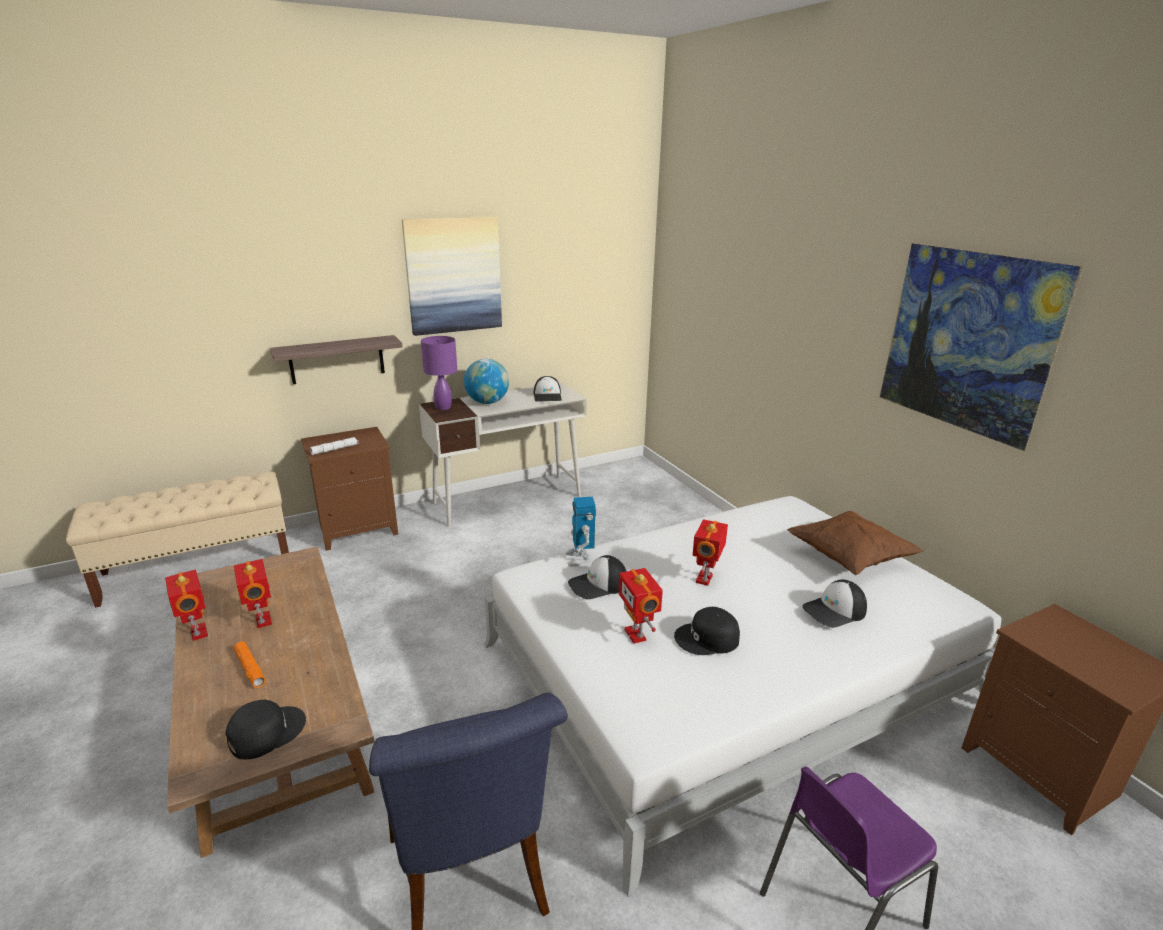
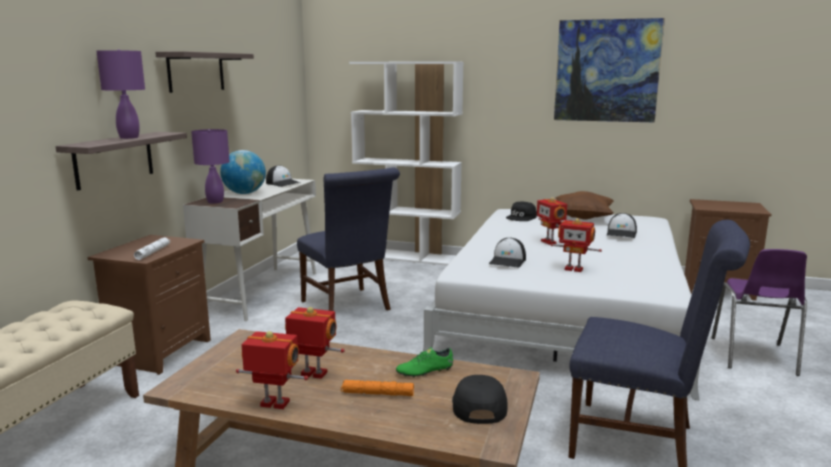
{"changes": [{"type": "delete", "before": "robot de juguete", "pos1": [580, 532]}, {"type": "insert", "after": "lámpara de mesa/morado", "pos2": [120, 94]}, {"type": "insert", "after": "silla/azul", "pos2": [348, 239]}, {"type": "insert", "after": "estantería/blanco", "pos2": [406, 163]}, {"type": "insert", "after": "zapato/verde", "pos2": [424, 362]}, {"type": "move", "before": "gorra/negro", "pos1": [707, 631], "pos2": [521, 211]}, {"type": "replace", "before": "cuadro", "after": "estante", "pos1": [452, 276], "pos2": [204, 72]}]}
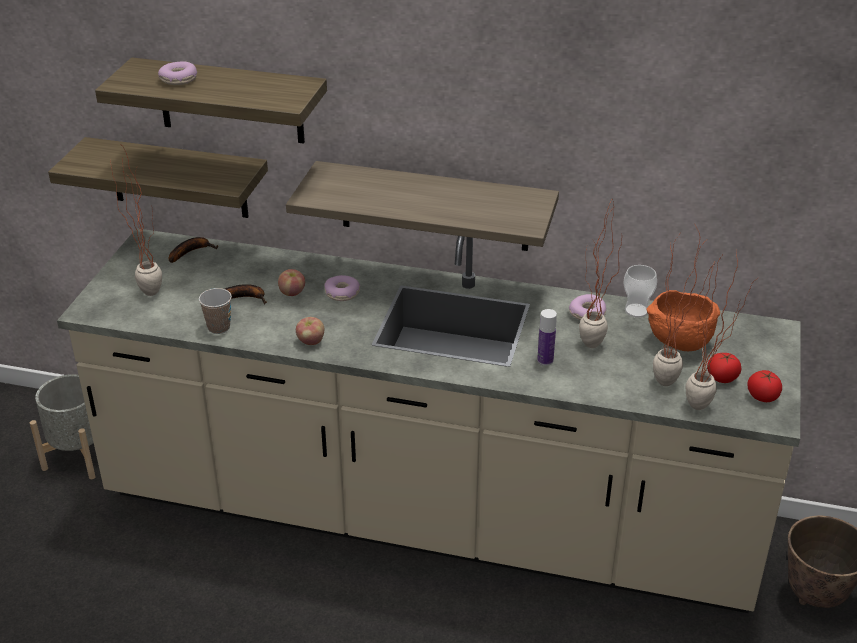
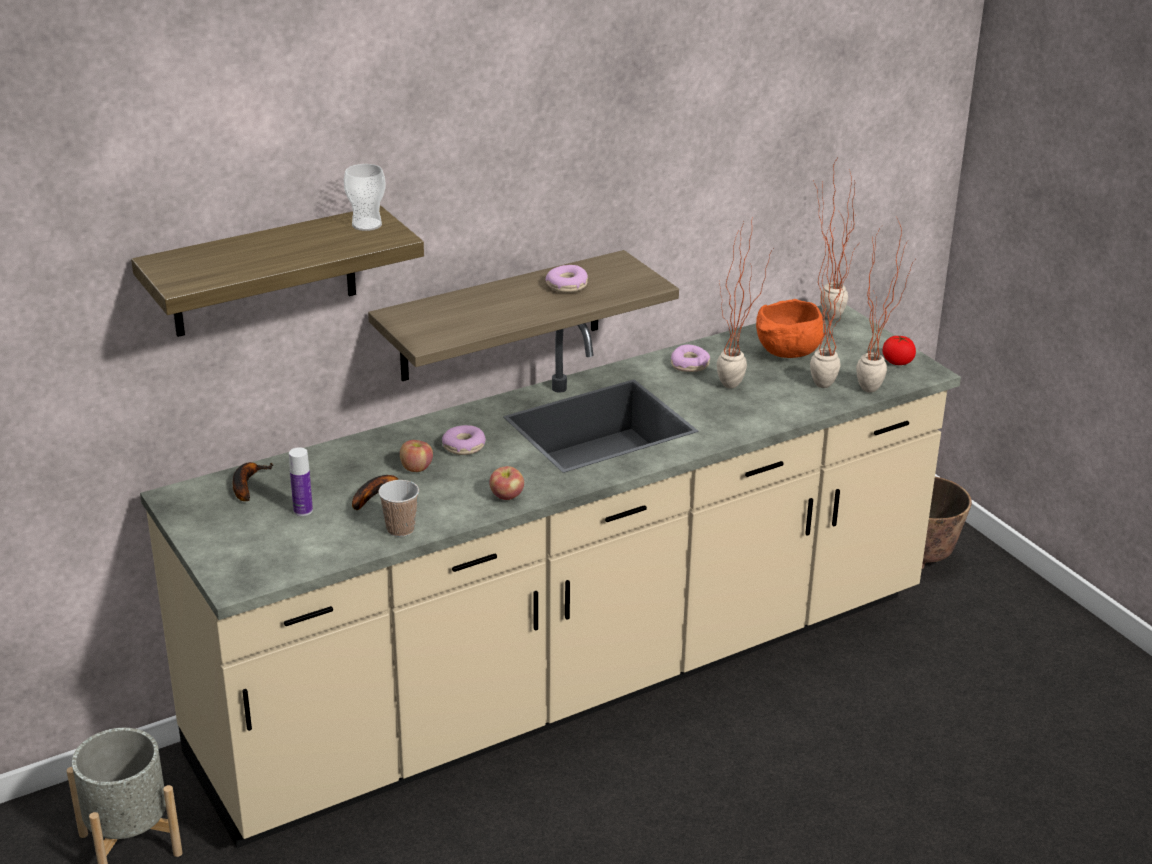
{"changes": [{"type": "delete", "before": "estante", "pos1": [158, 177]}, {"type": "delete", "before": "tomate", "pos1": [724, 368]}, {"type": "move", "before": "planta en maceta", "pos1": [136, 221], "pos2": [834, 238]}, {"type": "move", "before": "rosquilla", "pos1": [177, 73], "pos2": [567, 279]}, {"type": "move", "before": "botella", "pos1": [547, 337], "pos2": [301, 481]}, {"type": "move", "before": "taza", "pos1": [640, 291], "pos2": [365, 197]}]}
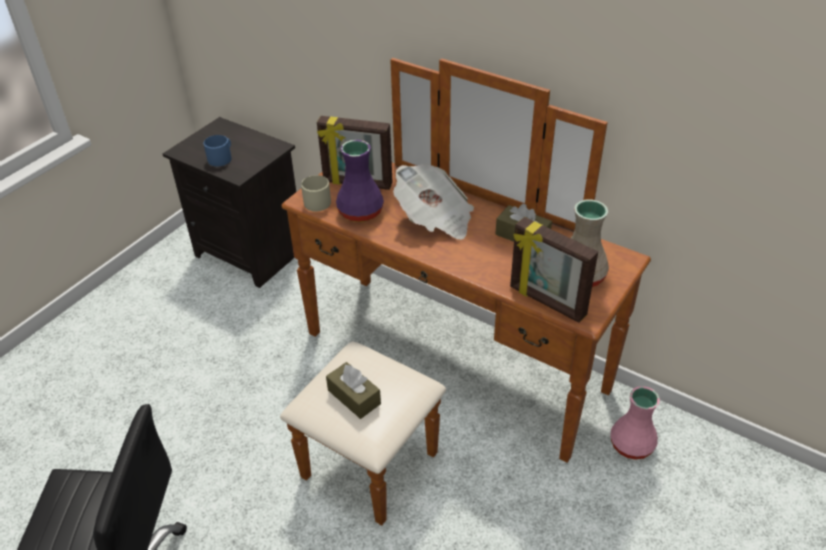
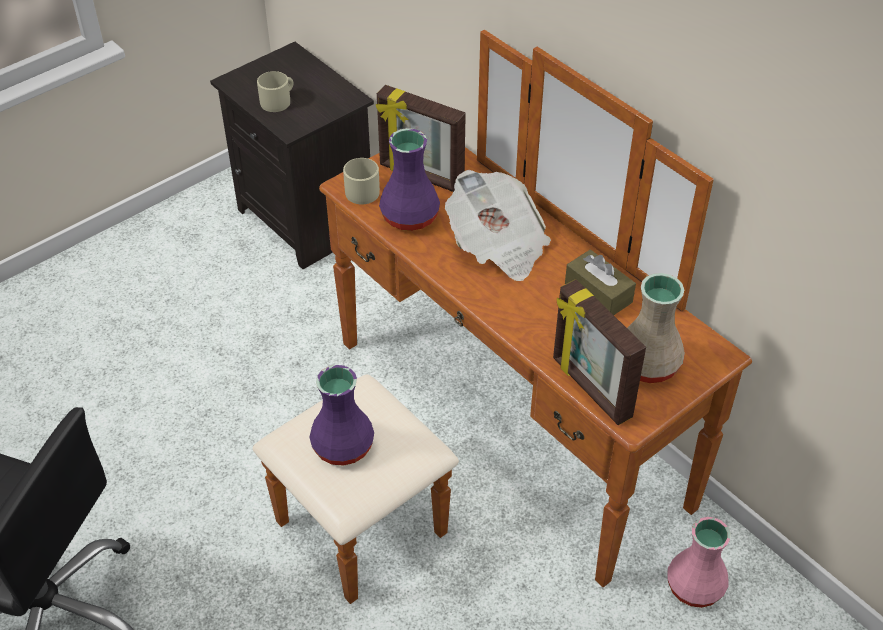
{"changes": [{"type": "replace", "before": "caja de pañuelos/marrón", "after": "florero/morado", "pos1": [353, 390], "pos2": [341, 415]}, {"type": "recolor", "before": "taza grande/azul", "after": "taza grande/beis", "pos1": [218, 150], "pos2": [275, 91]}]}
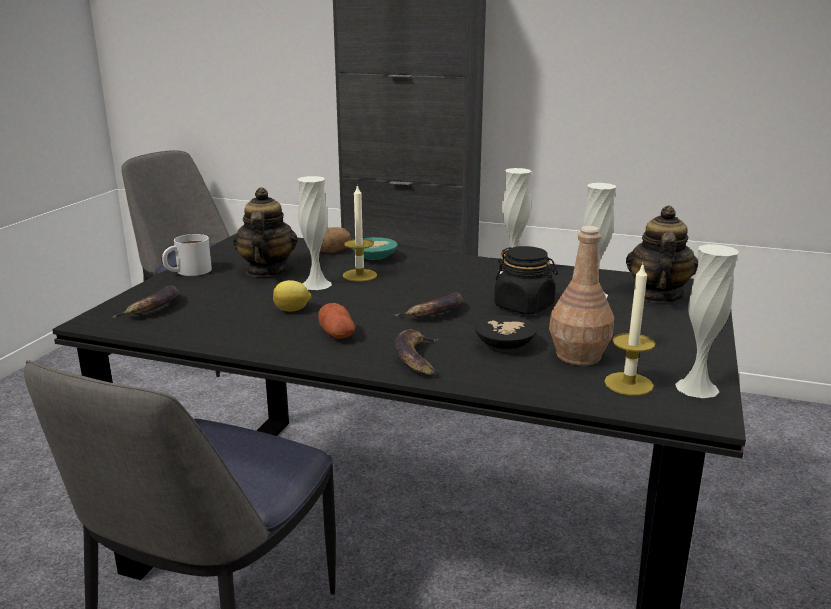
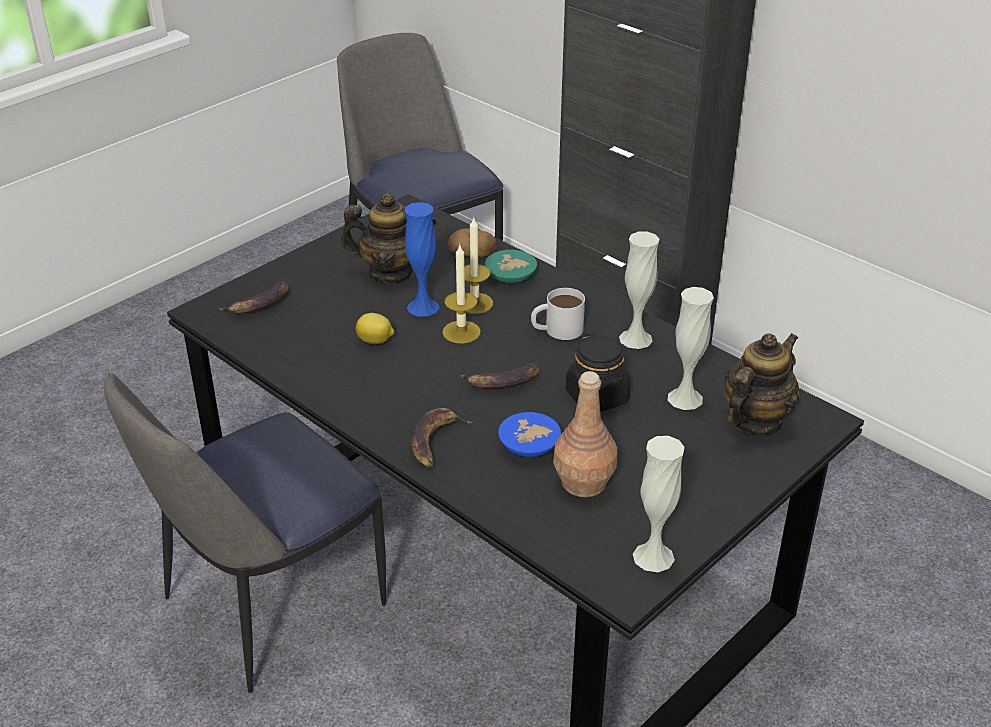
{"changes": [{"type": "delete", "before": "patata", "pos1": [336, 321]}, {"type": "move", "before": "taza grande/blanco", "pos1": [187, 255], "pos2": [558, 314]}, {"type": "move", "before": "vela", "pos1": [629, 330], "pos2": [461, 293]}, {"type": "recolor", "before": "florero/blanco", "after": "florero/azul", "pos1": [314, 233], "pos2": [422, 259]}, {"type": "recolor", "before": "cuenco/negro", "after": "cuenco/azul", "pos1": [505, 332], "pos2": [529, 434]}, {"type": "rotate", "before": "tetera", "pos1": [265, 232], "pos2": [388, 238], "turn": 75}]}
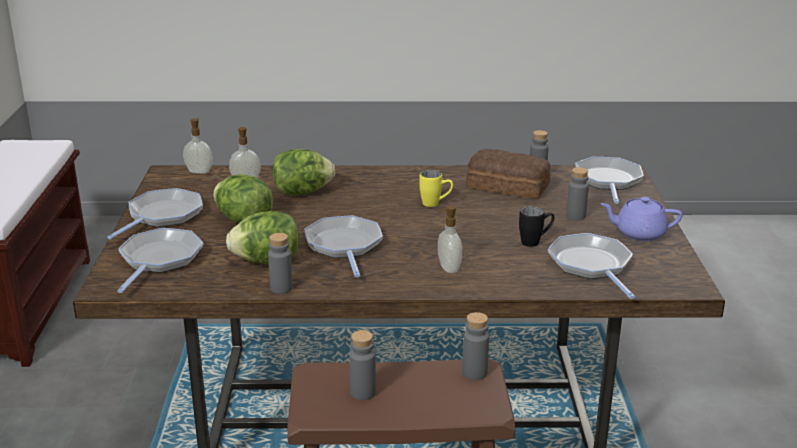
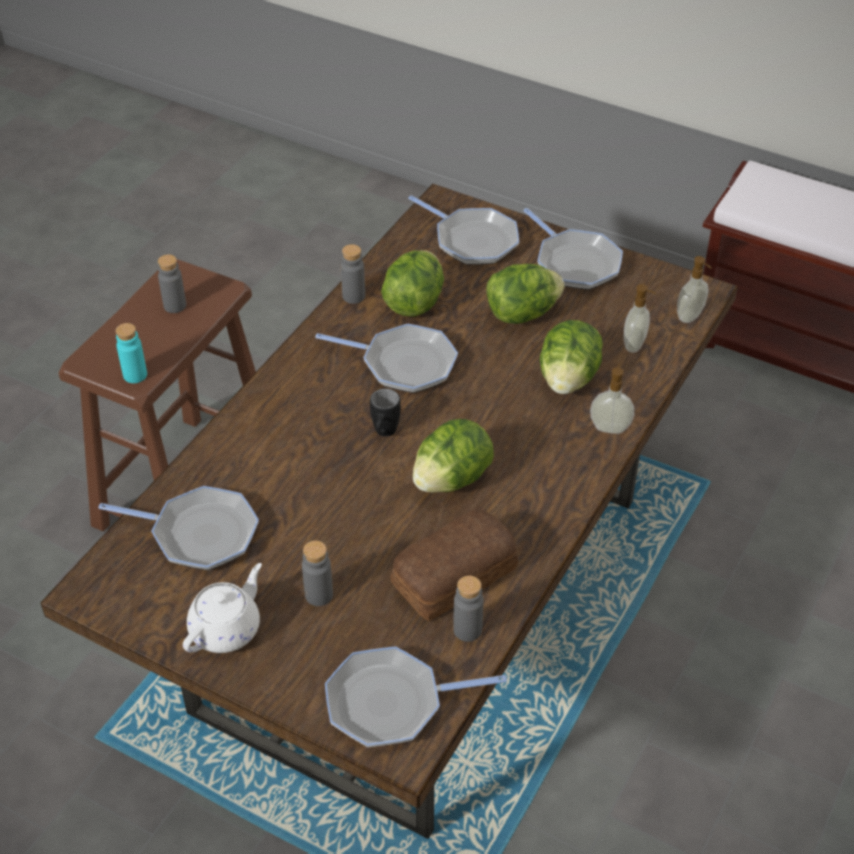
{"changes": [{"type": "move", "before": "dispensador de jabón", "pos1": [450, 239], "pos2": [612, 398]}, {"type": "move", "before": "taza grande/negro", "pos1": [536, 226], "pos2": [385, 412]}, {"type": "replace", "before": "taza grande/amarillo", "after": "lechuga", "pos1": [436, 188], "pos2": [453, 456]}, {"type": "recolor", "before": "botella/gris", "after": "botella/turquesa", "pos1": [475, 346], "pos2": [131, 353]}, {"type": "recolor", "before": "tetera/morado", "after": "tetera/blanco", "pos1": [641, 219], "pos2": [222, 608]}, {"type": "rotate", "before": "sartén", "pos1": [609, 180], "pos2": [416, 696], "turn": 135}]}
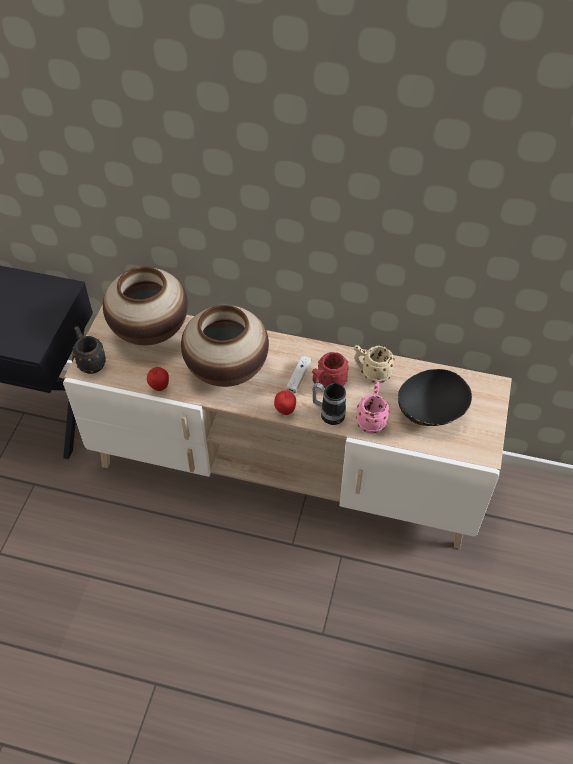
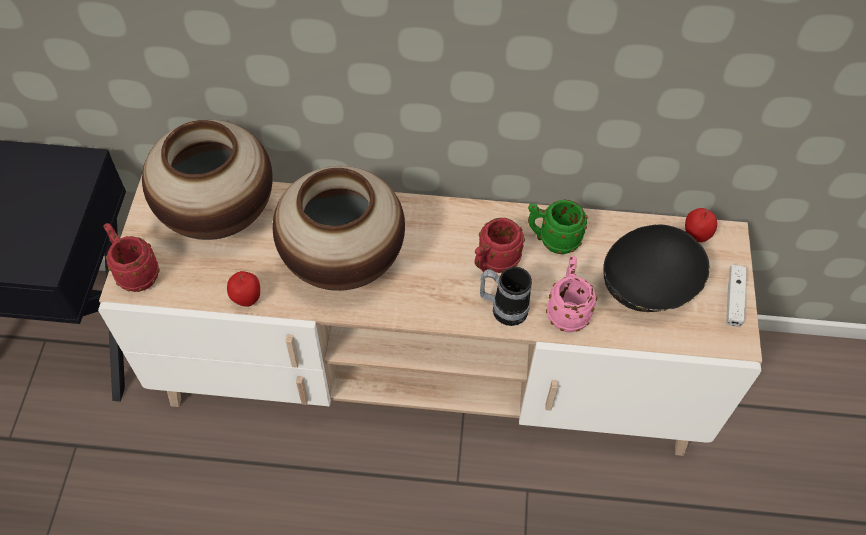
{"changes": [{"type": "move", "before": "manzana", "pos1": [285, 402], "pos2": [701, 225]}, {"type": "move", "before": "mando de consola/blanco", "pos1": [298, 374], "pos2": [736, 296]}, {"type": "recolor", "before": "taza grande/negro", "after": "taza grande/rojo", "pos1": [89, 350], "pos2": [132, 257]}, {"type": "recolor", "before": "taza grande/beis", "after": "taza grande/verde", "pos1": [374, 364], "pos2": [558, 226]}]}
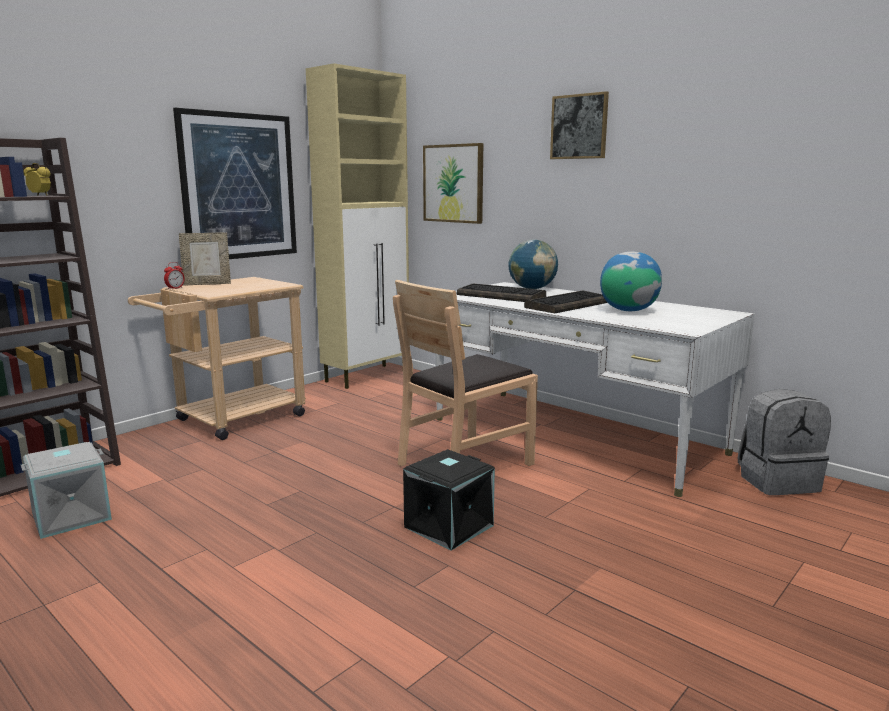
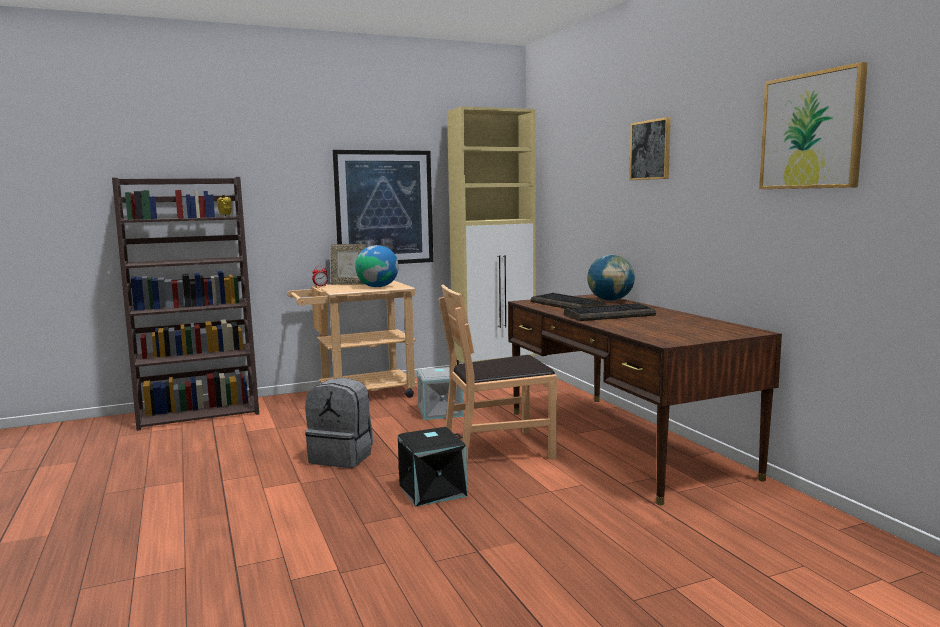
{"changes": [{"type": "move", "before": "caja de almacenaje/gris", "pos1": [66, 490], "pos2": [440, 393]}, {"type": "move", "before": "cuadro", "pos1": [453, 183], "pos2": [813, 125]}, {"type": "move", "before": "globo terráqueo", "pos1": [631, 281], "pos2": [377, 266]}, {"type": "move", "before": "mochila/gris", "pos1": [784, 442], "pos2": [339, 423]}, {"type": "recolor", "before": "escritorio/blanco", "after": "escritorio/marrón", "pos1": [595, 389], "pos2": [645, 399]}]}
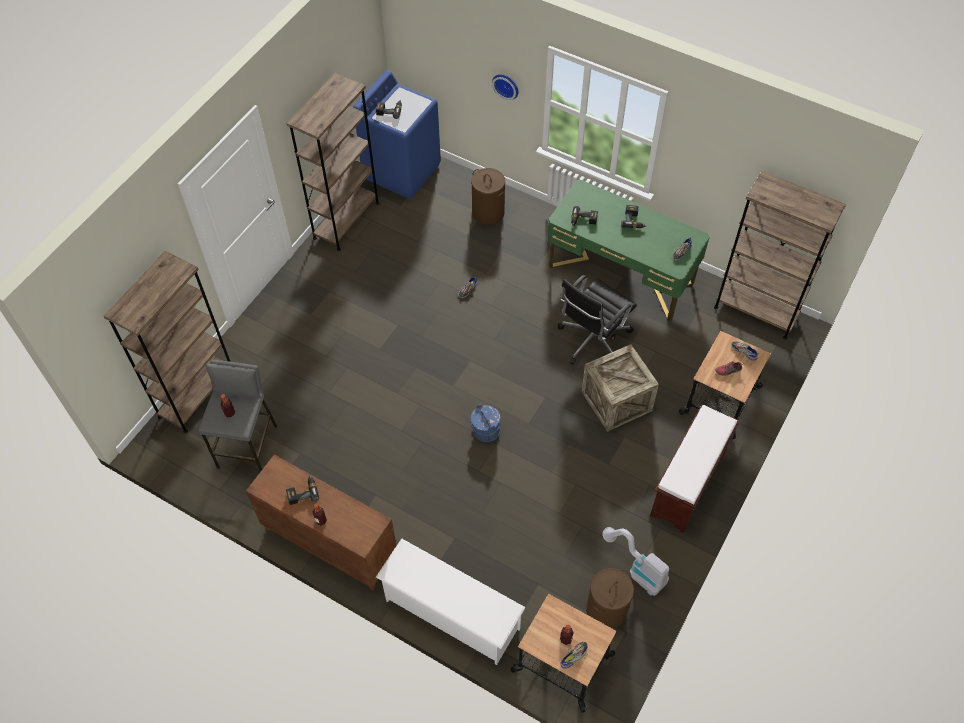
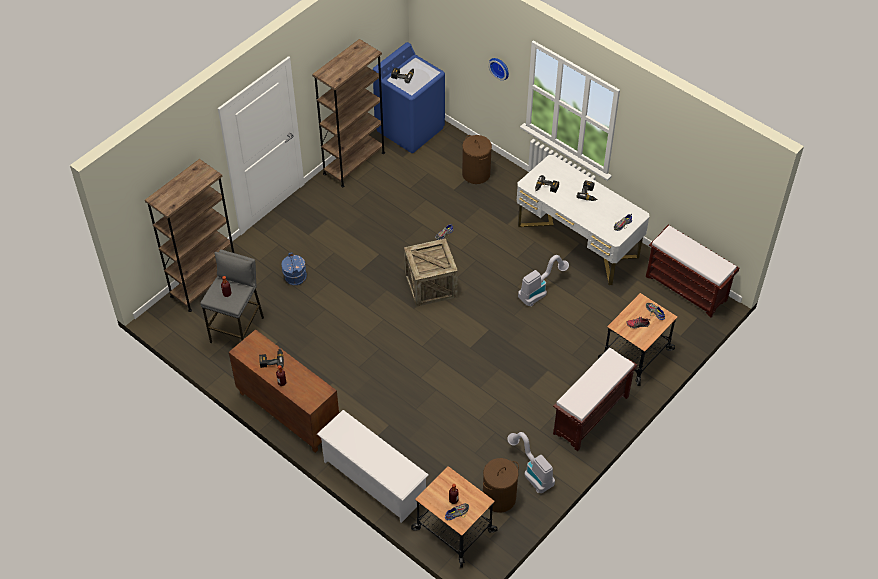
{"changes": [{"type": "move", "before": "cubo/azul", "pos1": [485, 423], "pos2": [294, 268]}, {"type": "move", "before": "caja de embalaje", "pos1": [620, 388], "pos2": [431, 272]}, {"type": "replace", "before": "silla de oficina/negro", "after": "aspiradora", "pos1": [597, 320], "pos2": [543, 280]}, {"type": "replace", "before": "estantería/marrón", "after": "banco/marrón", "pos1": [780, 255], "pos2": [692, 271]}, {"type": "recolor", "before": "escritorio/verde", "after": "escritorio/blanco", "pos1": [629, 251], "pos2": [583, 220]}]}
